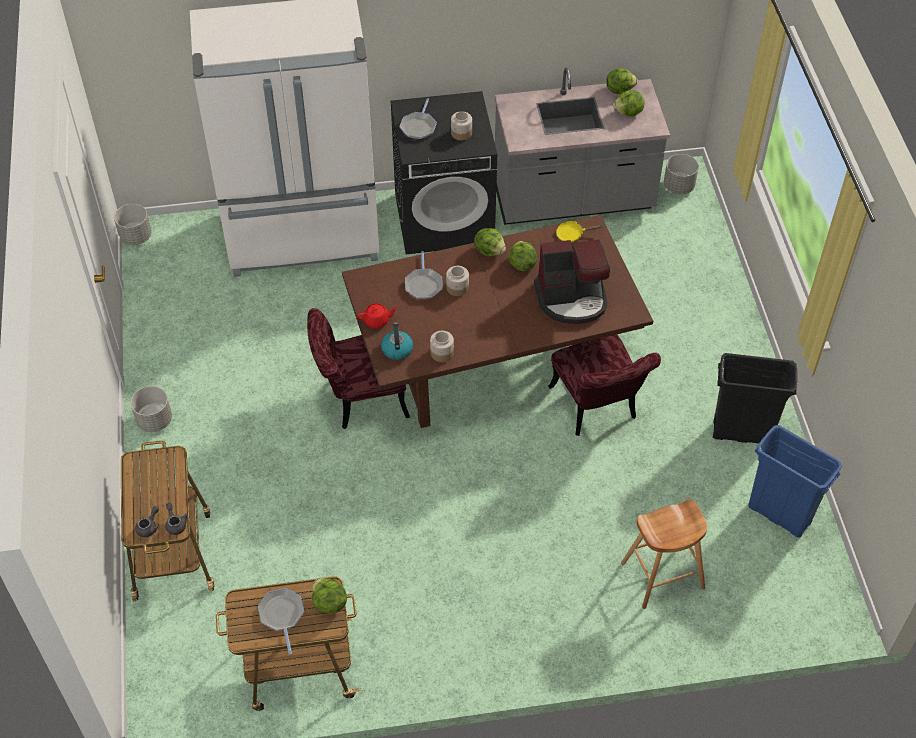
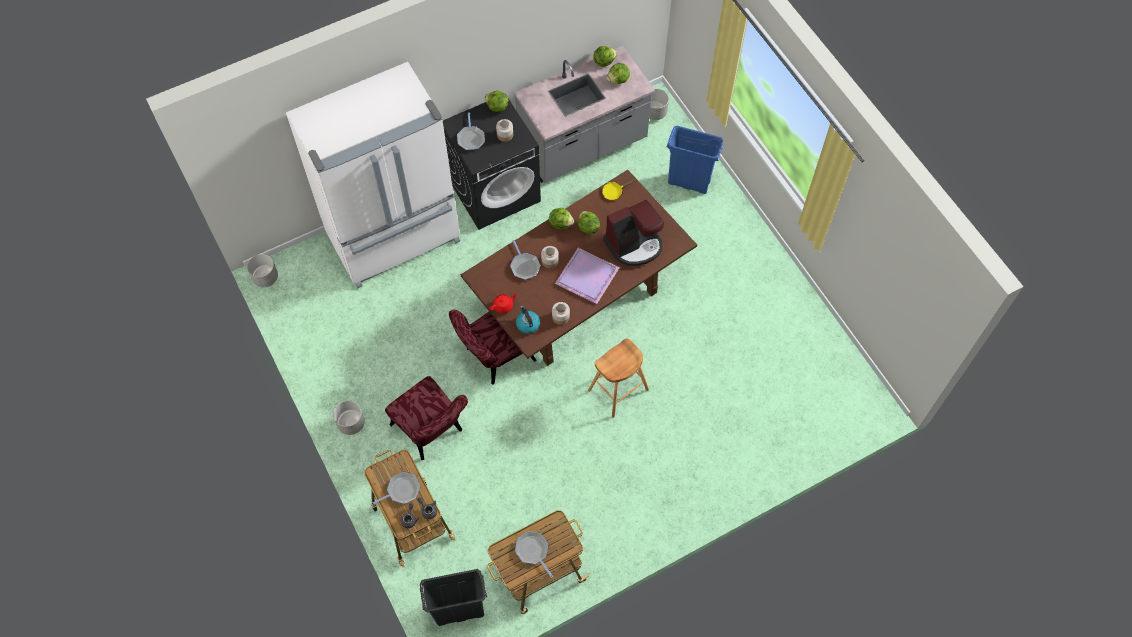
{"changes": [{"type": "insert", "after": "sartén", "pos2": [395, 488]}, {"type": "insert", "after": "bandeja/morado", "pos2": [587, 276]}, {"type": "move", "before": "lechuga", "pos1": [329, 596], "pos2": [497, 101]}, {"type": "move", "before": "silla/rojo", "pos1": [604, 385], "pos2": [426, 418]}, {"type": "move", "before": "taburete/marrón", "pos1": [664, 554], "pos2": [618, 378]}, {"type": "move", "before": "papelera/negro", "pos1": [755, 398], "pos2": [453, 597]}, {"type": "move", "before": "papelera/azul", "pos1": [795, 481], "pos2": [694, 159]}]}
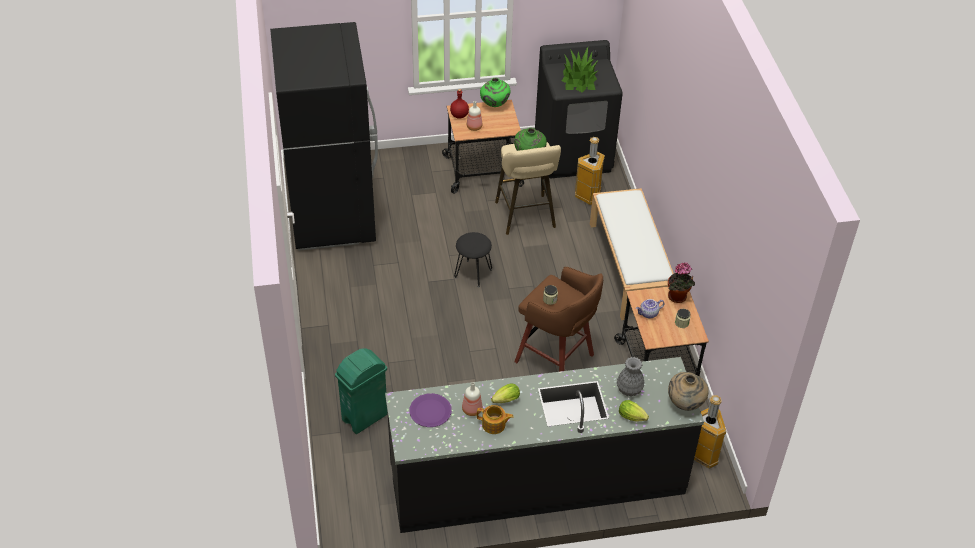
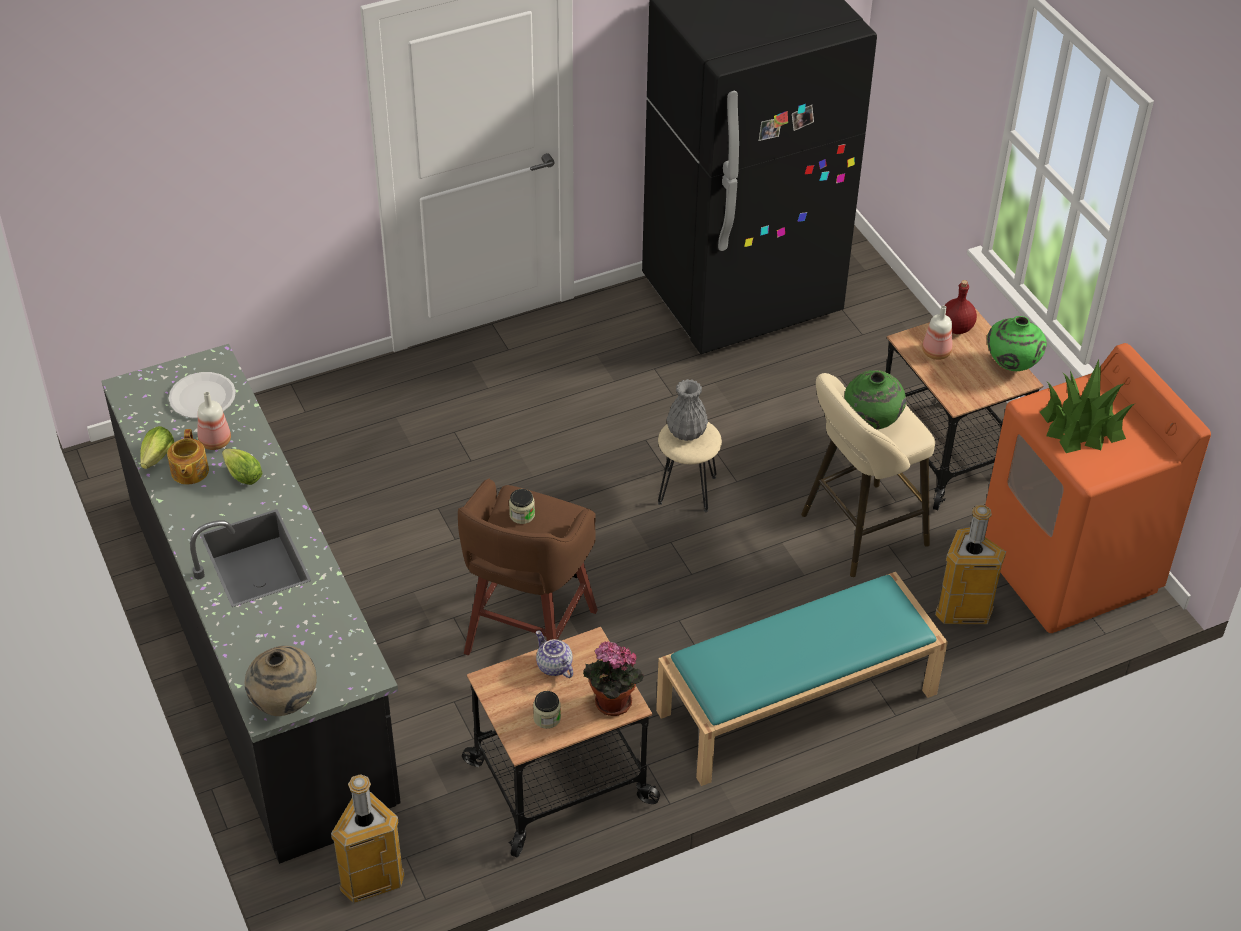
{"changes": [{"type": "delete", "before": "papelera/verde", "pos1": [361, 391]}, {"type": "move", "before": "florero/gris", "pos1": [631, 377], "pos2": [687, 410]}, {"type": "move", "before": "lechuga", "pos1": [634, 411], "pos2": [157, 447]}, {"type": "recolor", "before": "plato/morado", "after": "plato/blanco", "pos1": [430, 410], "pos2": [202, 395]}, {"type": "recolor", "before": "taburete/negro", "after": "taburete/beis", "pos1": [473, 260], "pos2": [690, 467]}, {"type": "recolor", "before": "lavadora/negro", "after": "lavadora/naranja", "pos1": [579, 109], "pos2": [1098, 488]}, {"type": "recolor", "before": "banco/blanco", "after": "banco/turquesa", "pos1": [632, 254], "pos2": [802, 679]}]}
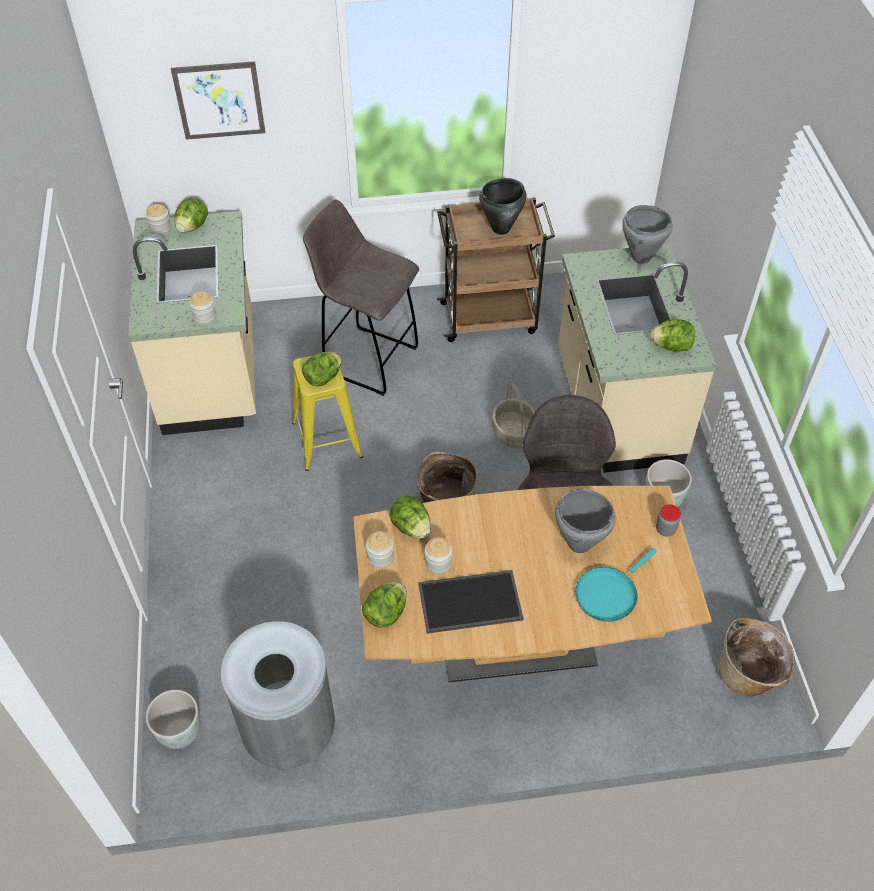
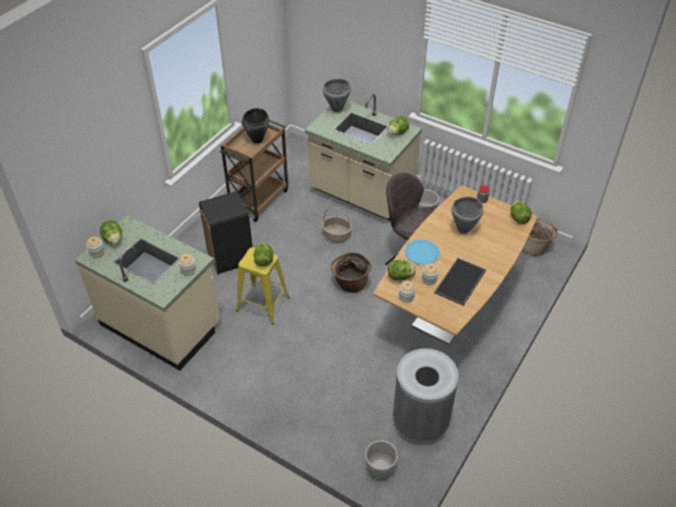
{"changes": [{"type": "delete", "before": "cuadro", "pos1": [218, 100]}, {"type": "delete", "before": "sartén/turquesa", "pos1": [616, 585]}, {"type": "insert", "after": "plato/azul", "pos2": [422, 252]}, {"type": "move", "before": "lechuga", "pos1": [384, 605], "pos2": [521, 212]}, {"type": "replace", "before": "taburete/gris", "after": "papelera/negro", "pos1": [361, 298], "pos2": [226, 232]}]}
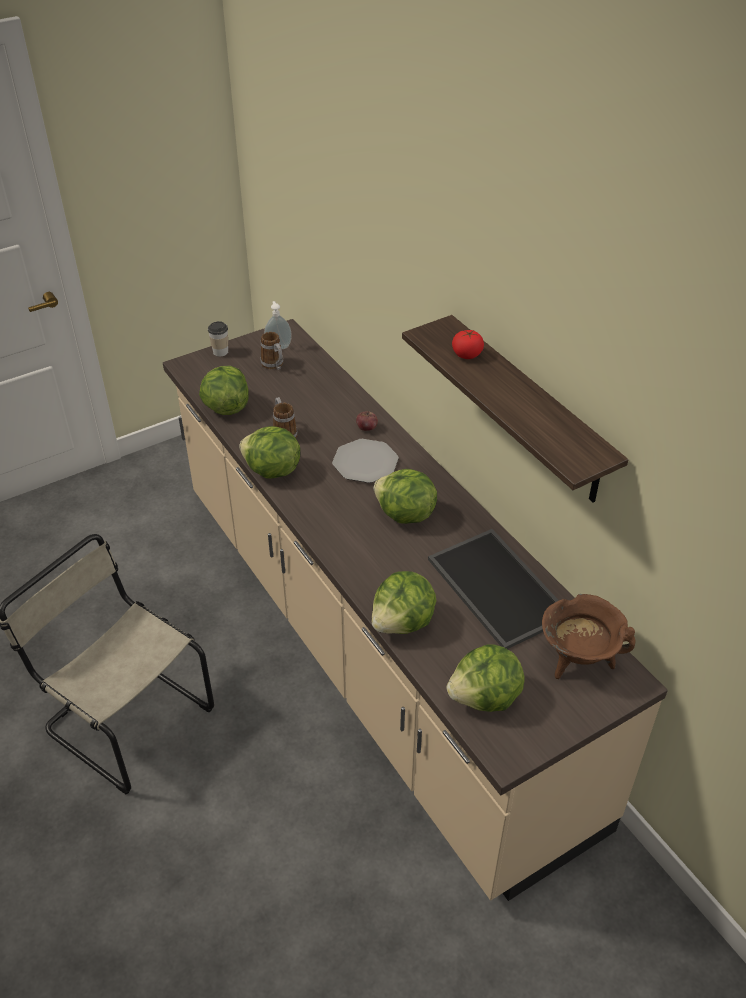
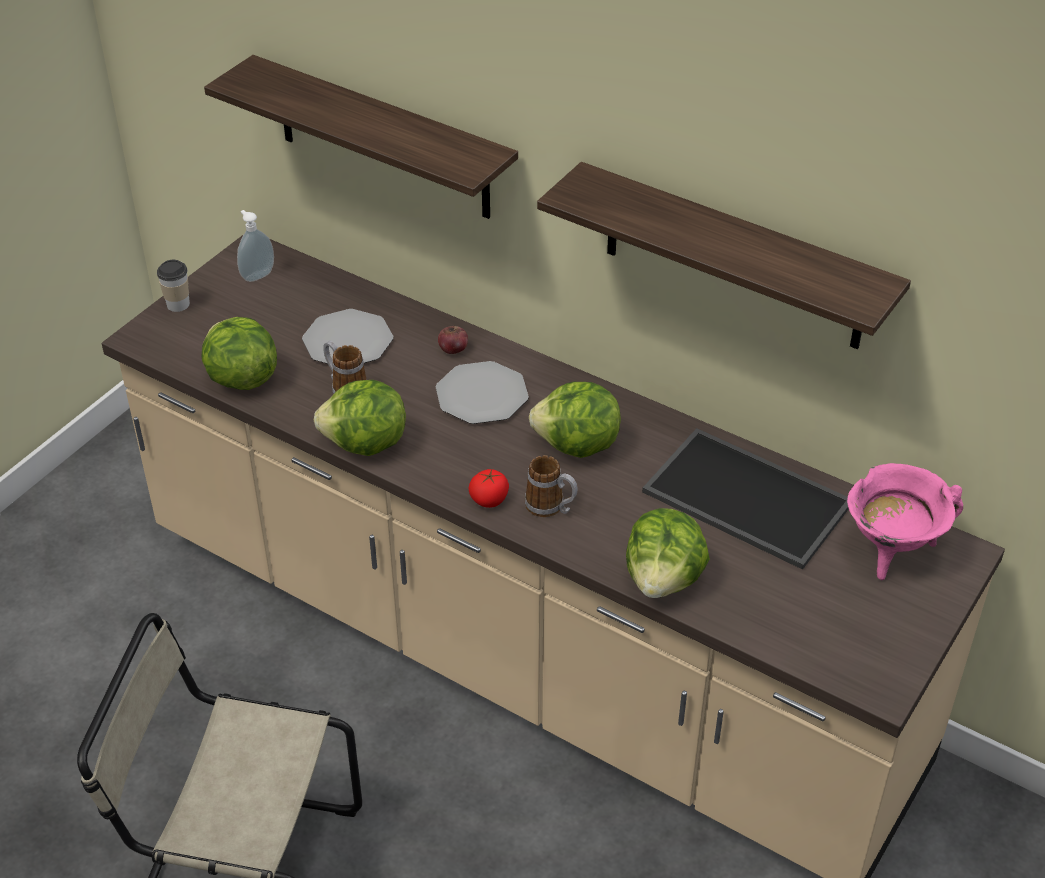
{"changes": [{"type": "delete", "before": "lechuga", "pos1": [485, 678]}, {"type": "insert", "after": "estante", "pos2": [361, 137]}, {"type": "insert", "after": "plato", "pos2": [347, 336]}, {"type": "move", "before": "taza grande", "pos1": [272, 351], "pos2": [551, 486]}, {"type": "move", "before": "tomate", "pos1": [468, 344], "pos2": [489, 488]}, {"type": "recolor", "before": "olla/marrón", "after": "olla/rosa", "pos1": [589, 636], "pos2": [905, 521]}]}
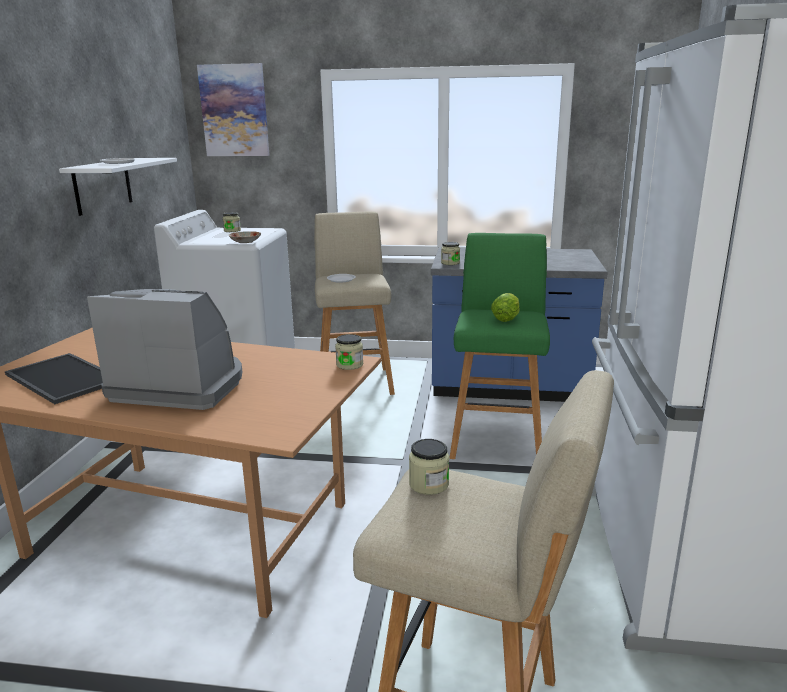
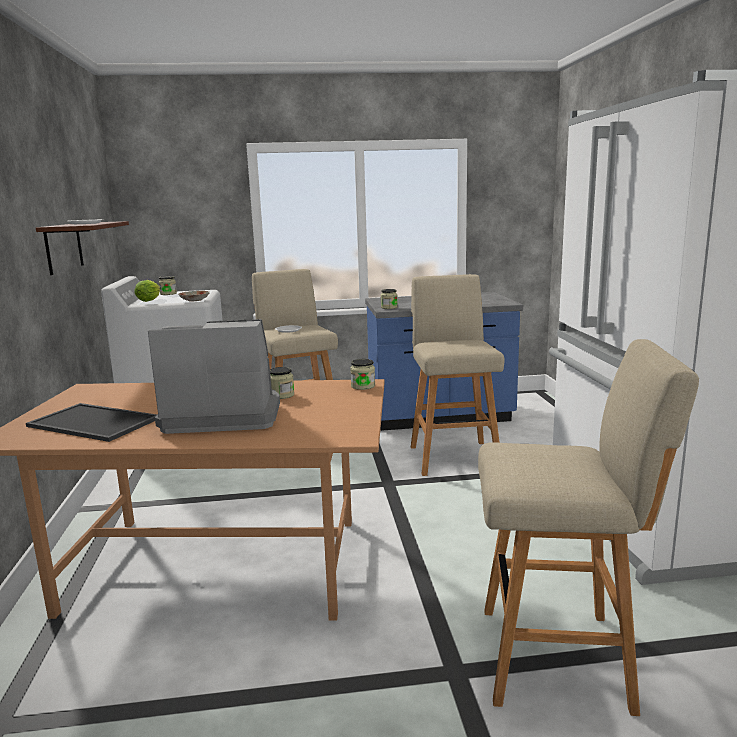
{"changes": [{"type": "delete", "before": "cuadro", "pos1": [233, 109]}, {"type": "move", "before": "tarro", "pos1": [429, 467], "pos2": [282, 383]}, {"type": "move", "before": "lechuga", "pos1": [505, 307], "pos2": [147, 291]}, {"type": "recolor", "before": "estante/blanco", "after": "estante/marrón", "pos1": [118, 187], "pos2": [82, 248]}, {"type": "recolor", "before": "taburete/verde", "after": "taburete/beis", "pos1": [500, 346], "pos2": [458, 375]}]}
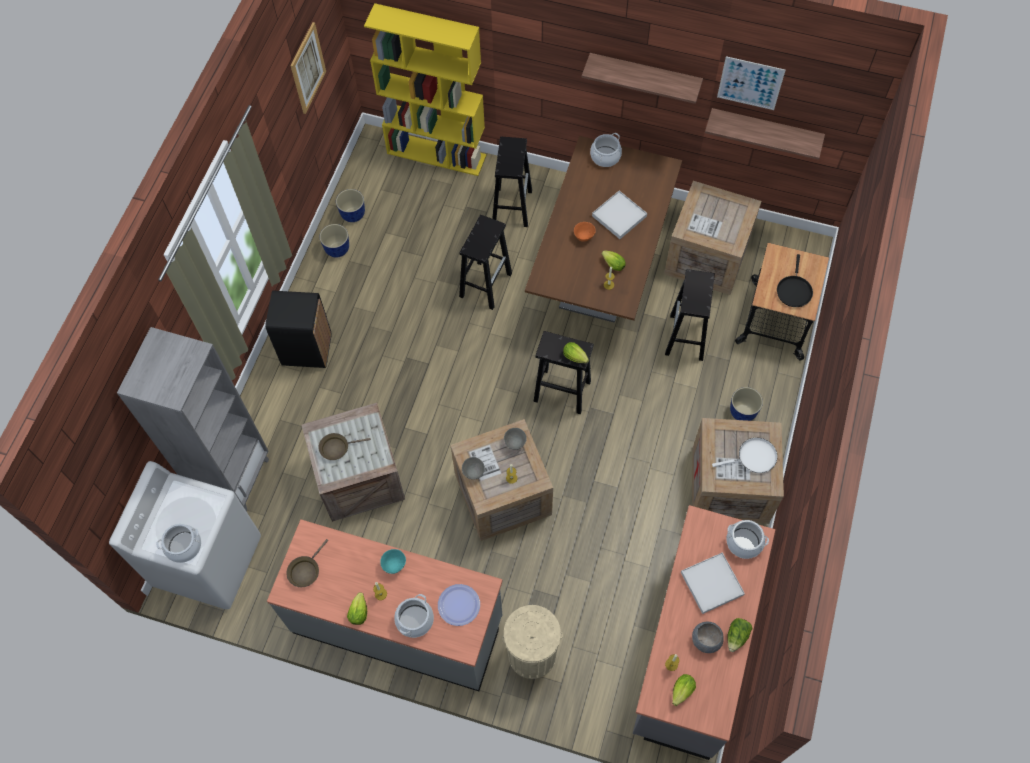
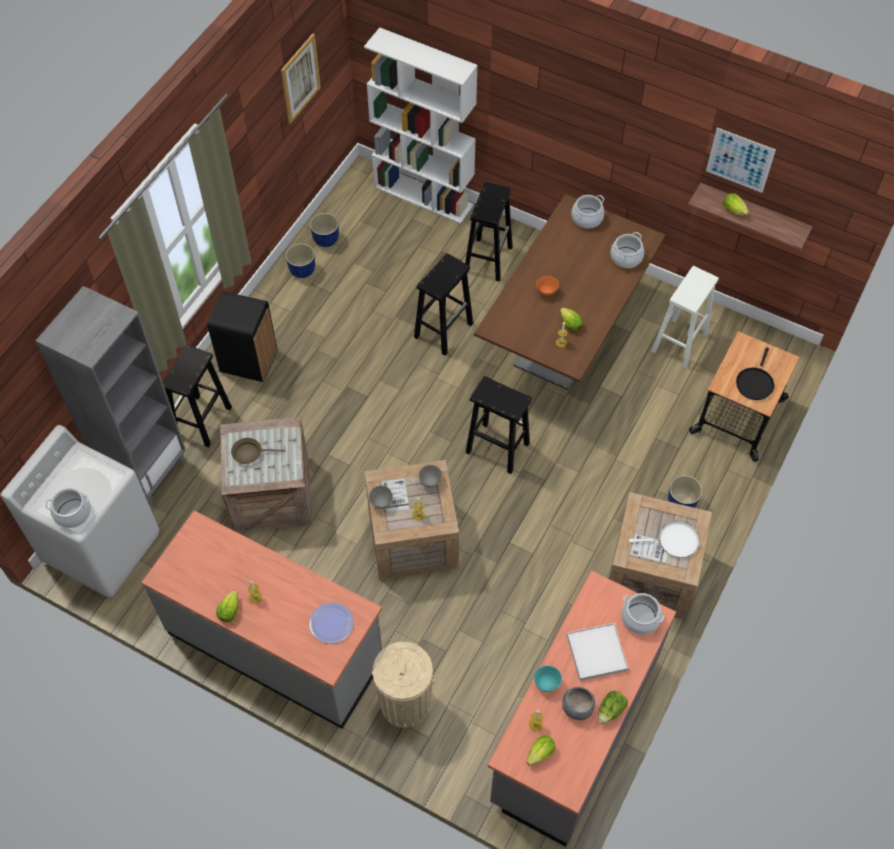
{"changes": [{"type": "delete", "before": "sartén/marrón", "pos1": [307, 563]}, {"type": "delete", "before": "estante", "pos1": [642, 78]}, {"type": "delete", "before": "bandeja/blanco", "pos1": [619, 215]}, {"type": "move", "before": "cuenco/turquesa", "pos1": [393, 561], "pos2": [548, 679]}, {"type": "move", "before": "olla", "pos1": [414, 616], "pos2": [627, 250]}, {"type": "move", "before": "lechuga", "pos1": [576, 352], "pos2": [736, 204]}, {"type": "move", "before": "taburete/negro", "pos1": [690, 315], "pos2": [197, 396]}, {"type": "replace", "before": "caja de embalaje", "after": "taburete/blanco", "pos1": [713, 238], "pos2": [685, 317]}, {"type": "recolor", "before": "estantería/amarillo", "after": "estantería/blanco", "pos1": [425, 89], "pos2": [421, 126]}]}
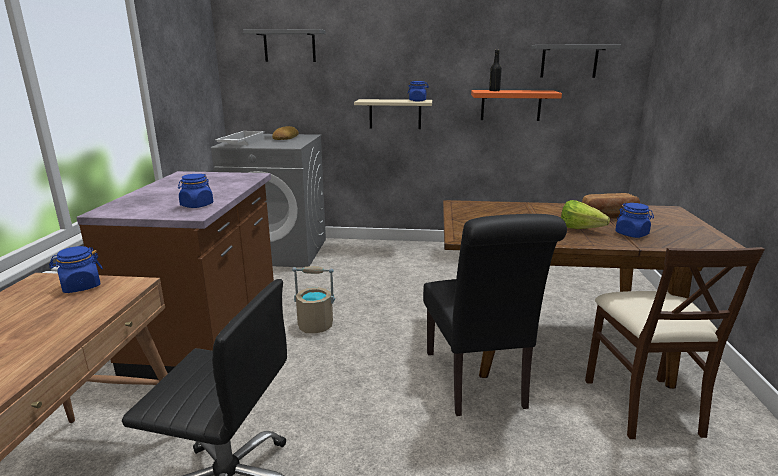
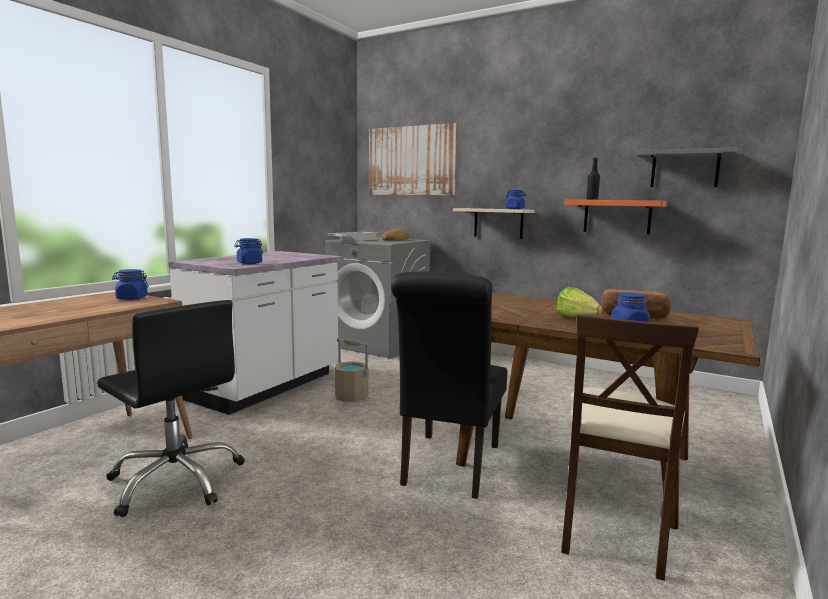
{"changes": [{"type": "replace", "before": "estante/gris", "after": "cuadro", "pos1": [284, 45], "pos2": [413, 159]}, {"type": "recolor", "before": "mueble bajo de cocina/marrón", "after": "mueble bajo de cocina/blanco", "pos1": [175, 275], "pos2": [255, 333]}]}
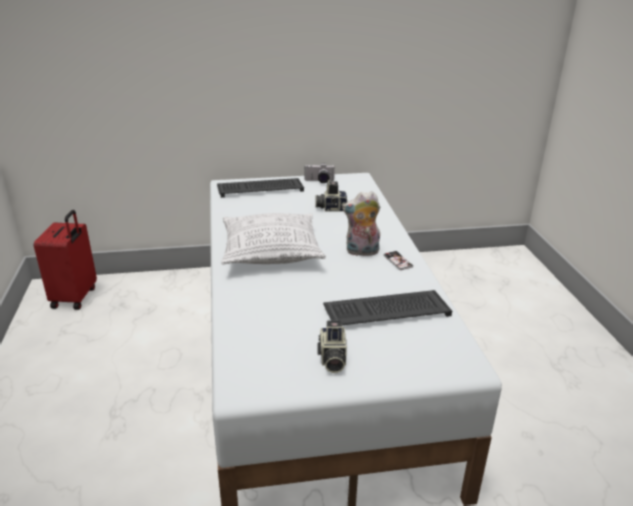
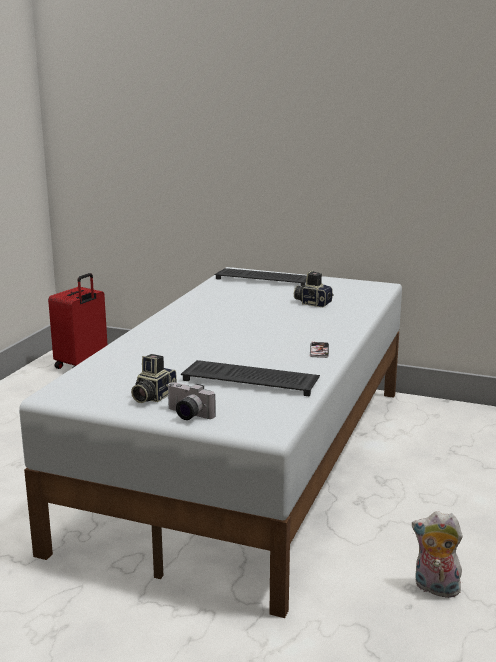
{"changes": [{"type": "delete", "before": "cojín", "pos1": [273, 238]}, {"type": "move", "before": "cámara", "pos1": [319, 173], "pos2": [192, 401]}, {"type": "move", "before": "peluche", "pos1": [361, 223], "pos2": [437, 554]}]}
